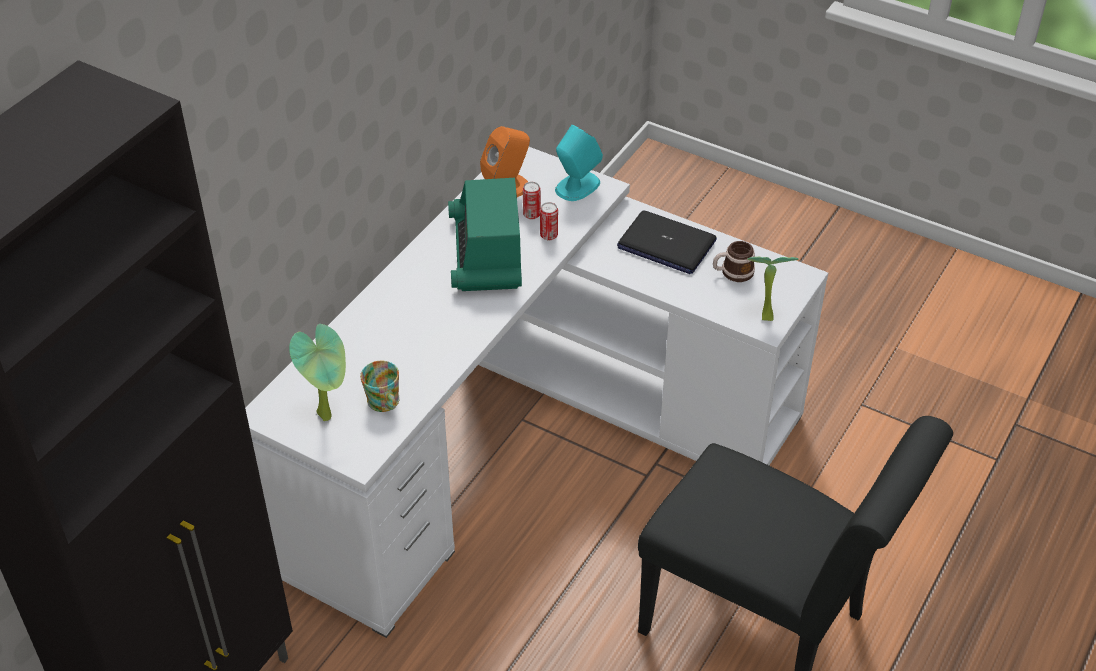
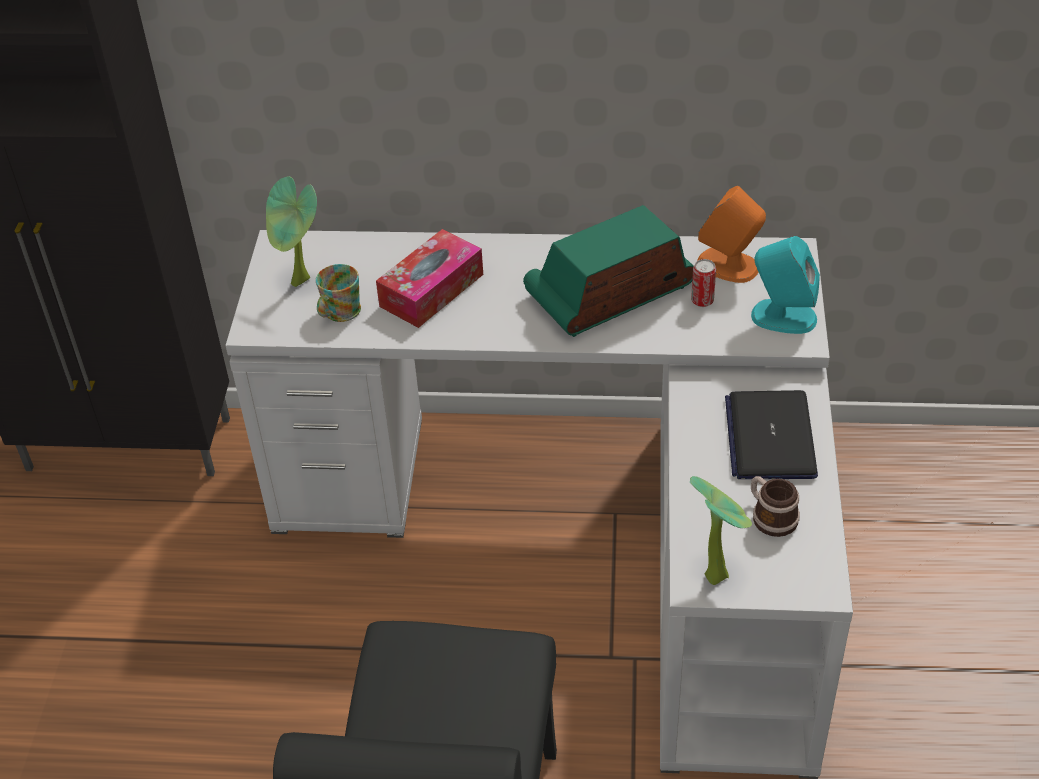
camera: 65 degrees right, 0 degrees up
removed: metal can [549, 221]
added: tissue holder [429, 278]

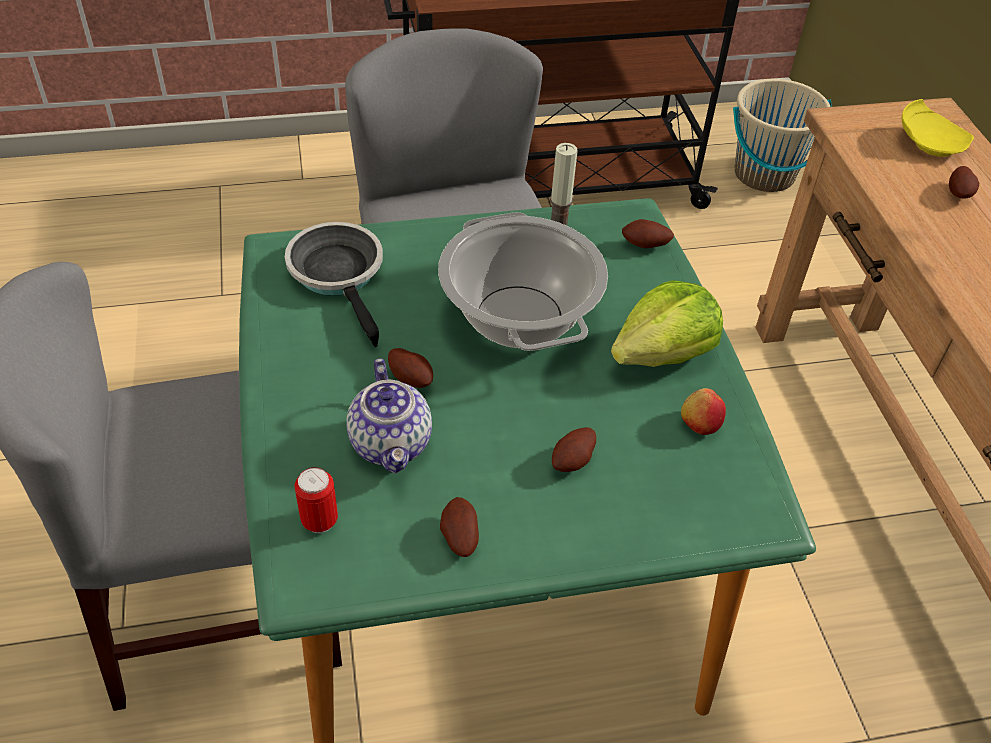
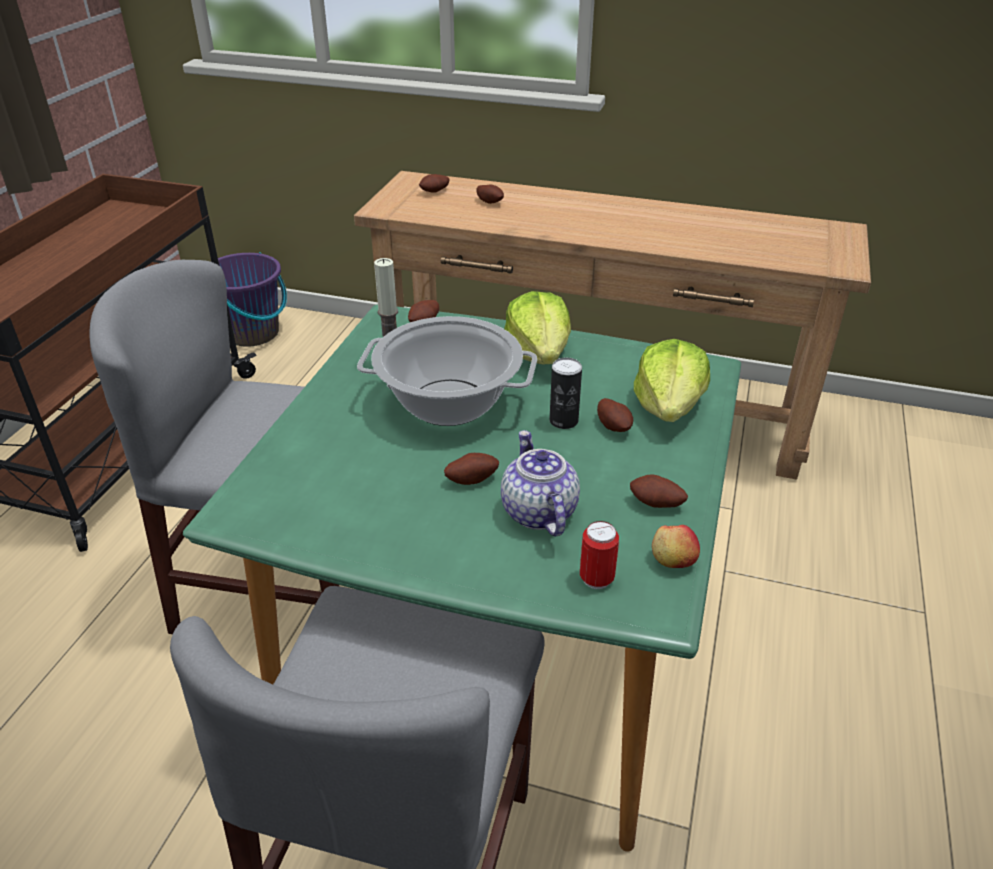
camera: 60 degrees left, 10 degrees down
removed: pan [334, 284]
added: metal can [566, 393]; lettuce head [672, 380]
moved: apple [703, 411] to [676, 546]
replaced: yellow-coloured plate [938, 128] to spud [434, 183]
recoloured: sand-coloured pail [782, 135] to purplish pail [249, 299]
turned: tea pot [389, 415] = [540, 483] 120 degrees counterclockwise

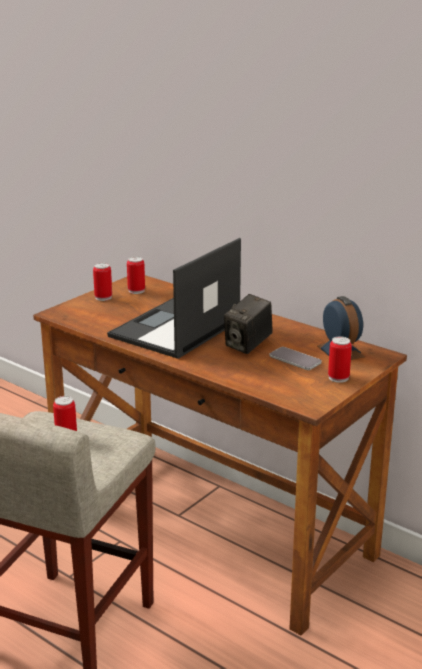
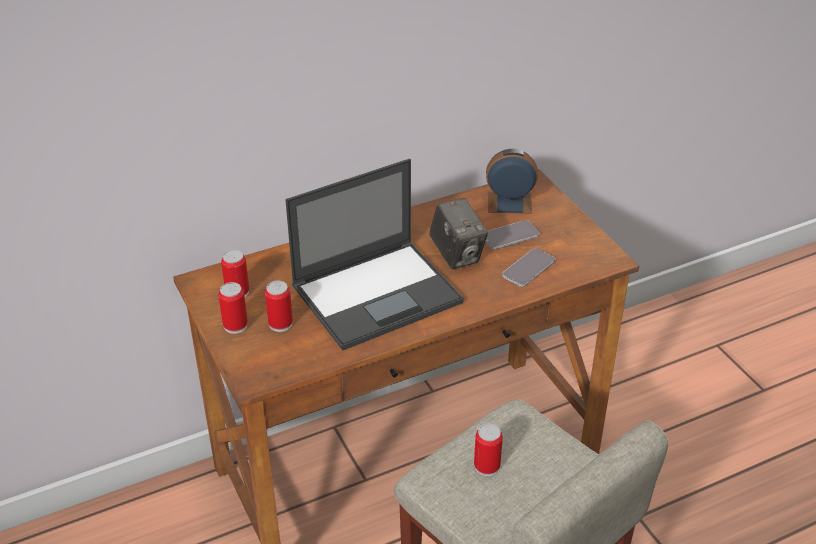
camera: 65 degrees left, 15 degrees up
added: handset [528, 267]
moved: metal can [340, 359] to [279, 306]
turned: portable computer [174, 298] = [374, 254] 90 degrees counterclockwise

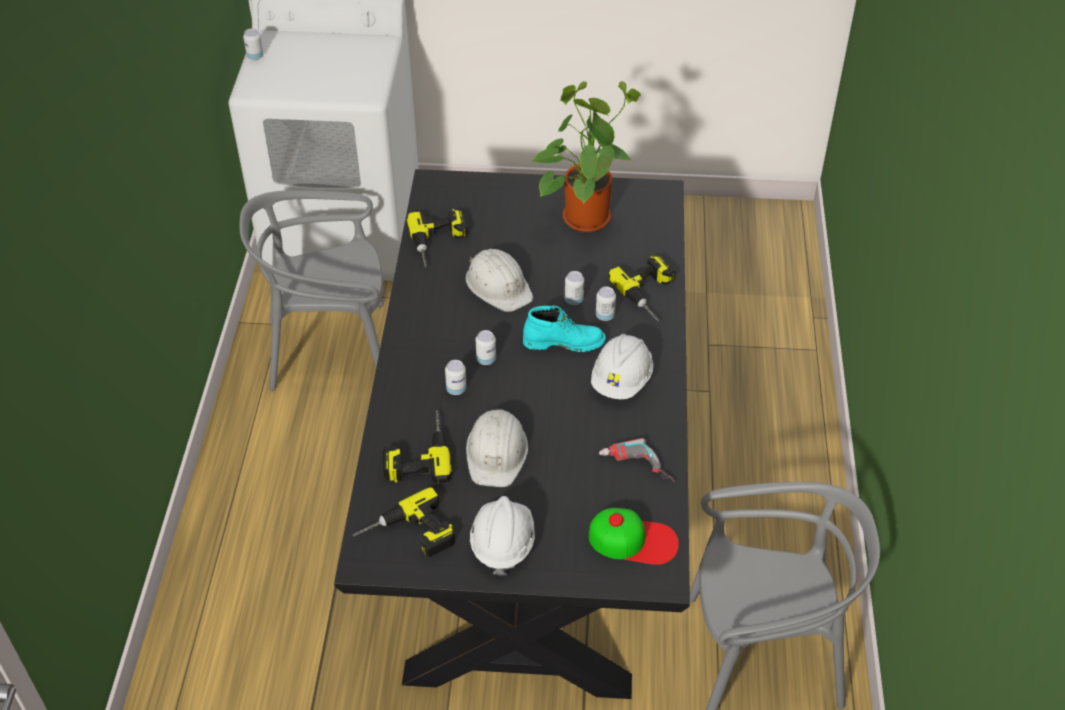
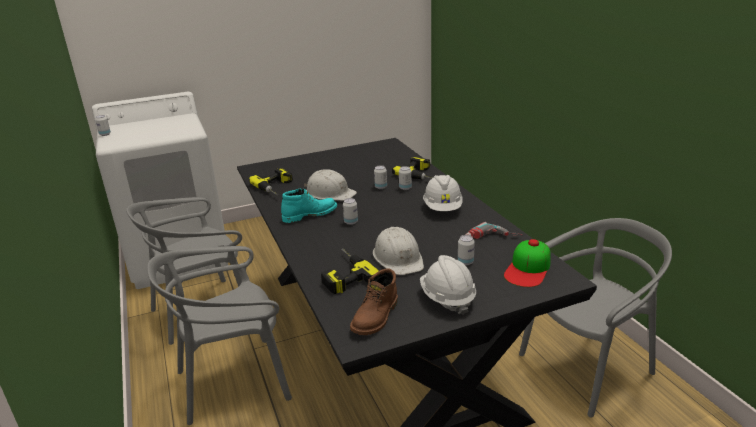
camera: 25 degrees left, 20 degrees down
removed: houseplant [586, 157]
added: gray upright chair [219, 335]
moved: metal can [456, 377] to [466, 250]; blue-green high-top boot [564, 328] to [309, 206]
replaced: power drill [404, 522] to brown high-top boot [374, 301]
turned: peaked cap [634, 536] = [527, 263] 135 degrees clockwise

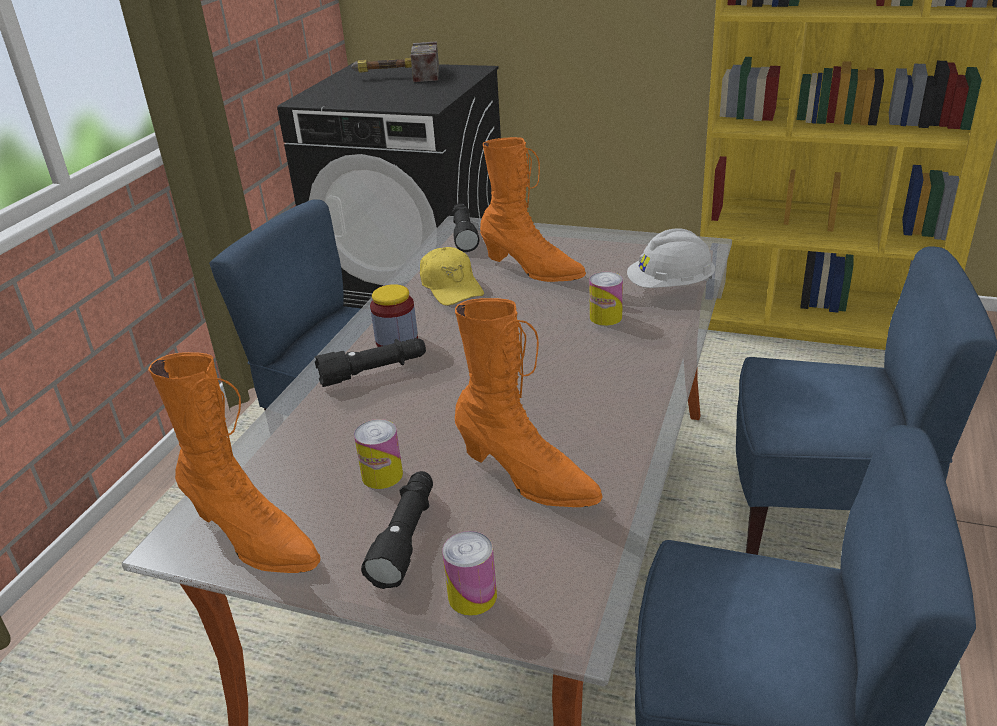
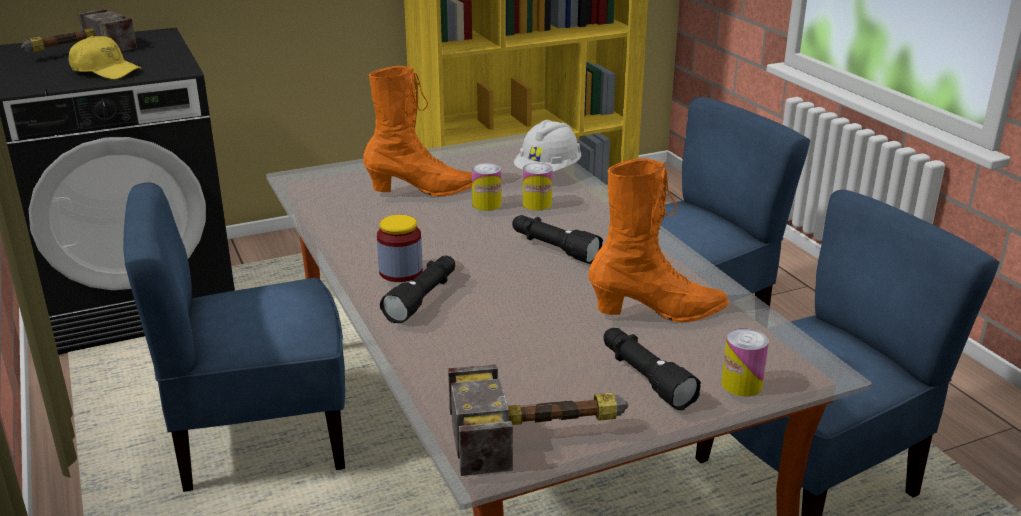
camera: 45 degrees left, 5 degrees down
moved: metal can [378, 454] to [486, 187]; yellow-coloured peaked cap [452, 276] to [105, 58]; black flashlight [465, 227] to [557, 239]
replaced: orangey high-top boot [234, 462] to tool hammer [538, 420]

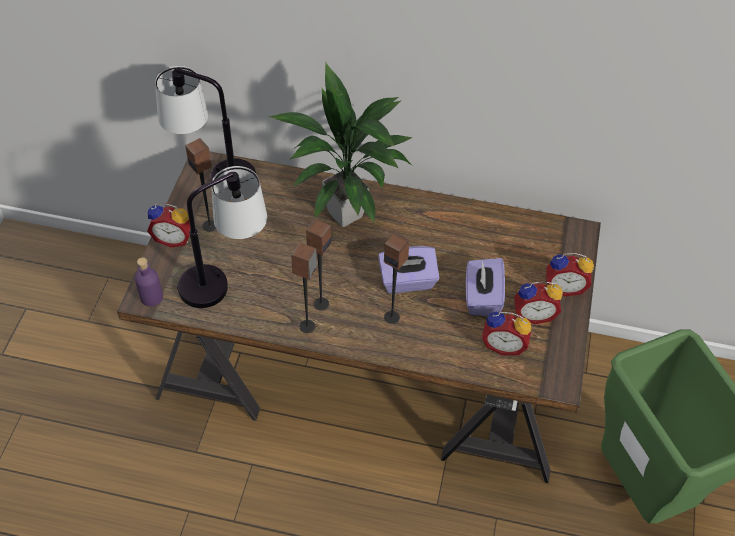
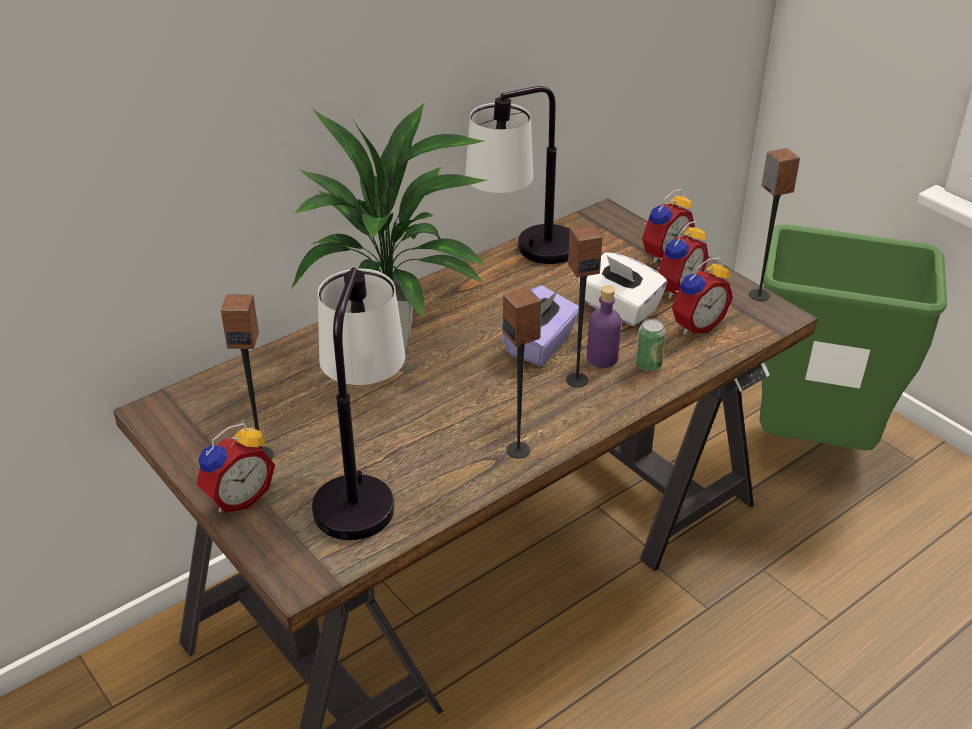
camera: 50 degrees left, 15 degrees down
added: metal can [651, 344]
moved: purplish drink bottle [149, 282] to [604, 326]; tabletop lamp [205, 123] to [517, 175]; audio speaker [318, 264] to [774, 224]
recoloured: purplish tissue holder [485, 287] to white tissue holder [623, 289]

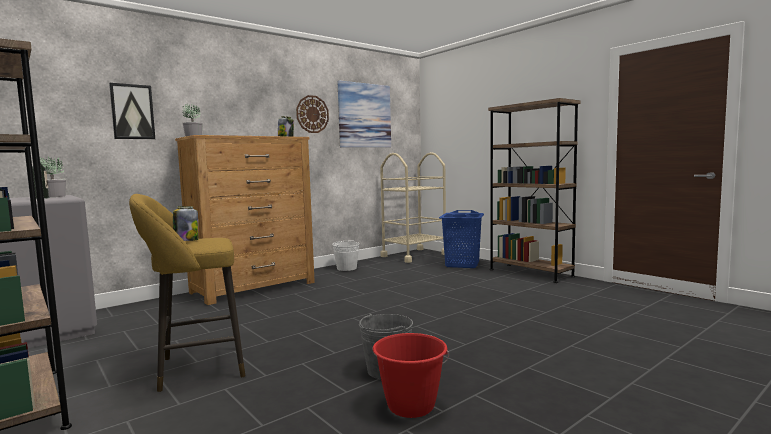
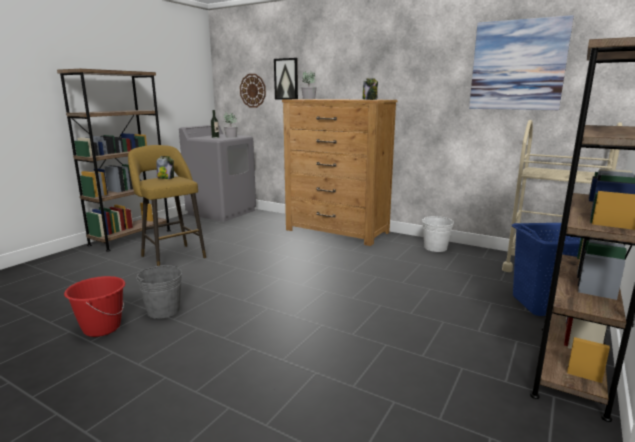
camera: 70 degrees right, 10 degrees up
moved: hanging clock [312, 114] to [253, 91]

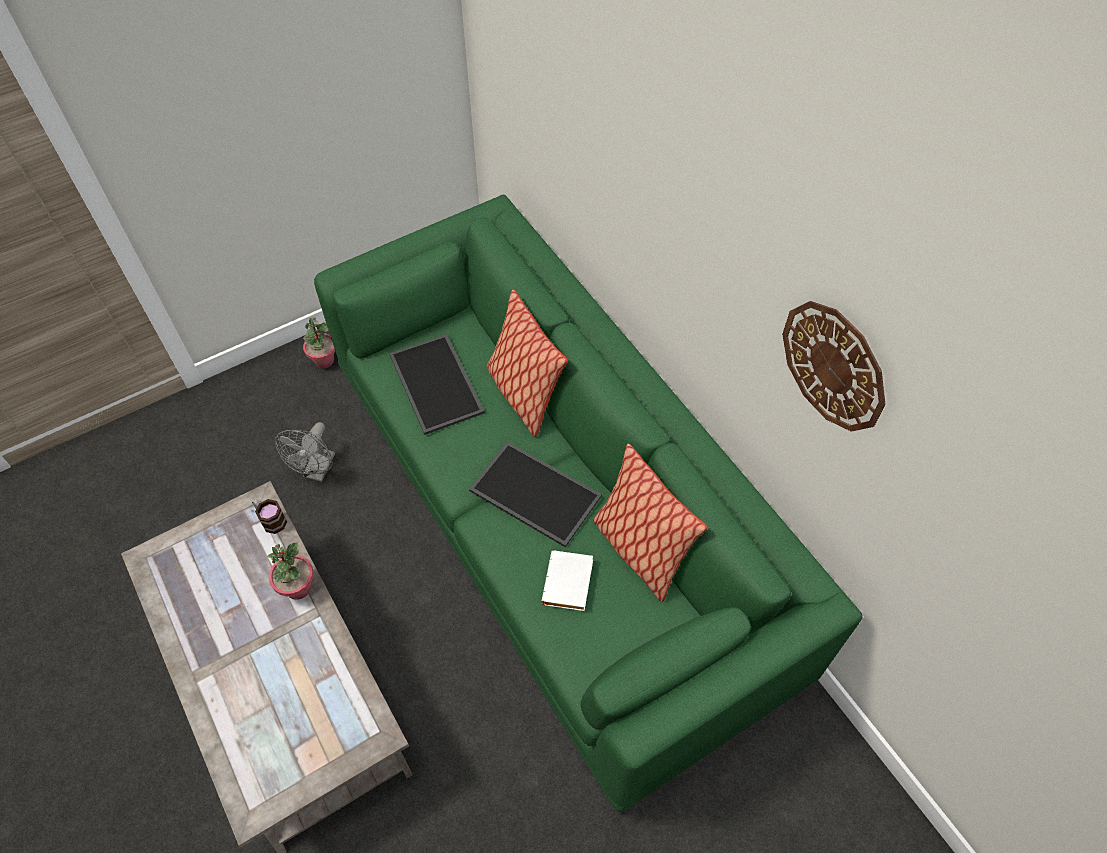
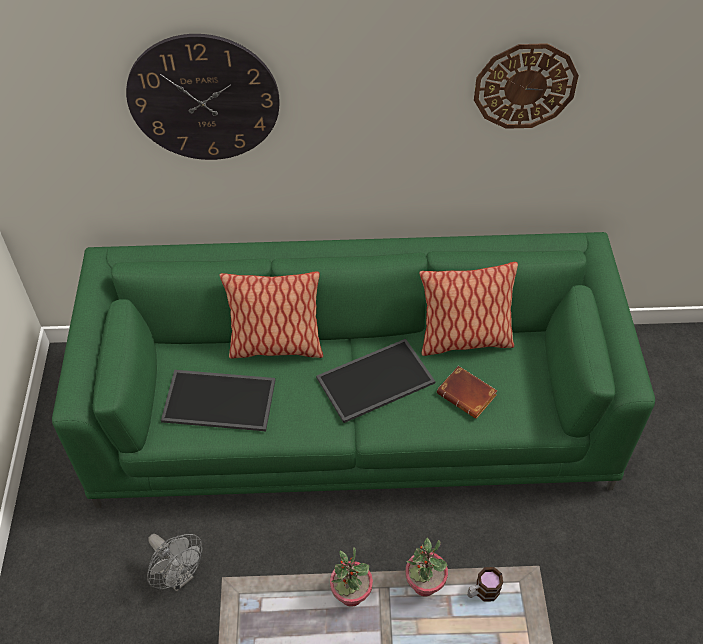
camera: 60 degrees left, 5 degrees down
added: hanging clock [203, 97]
moved: coffee mug [269, 516] to [485, 584]; houseplant [319, 342] to [426, 567]
recoloured: white book [567, 581] to brown book [467, 392]

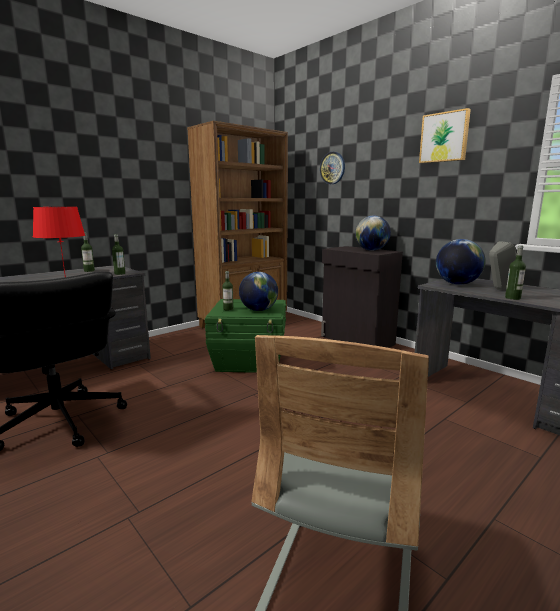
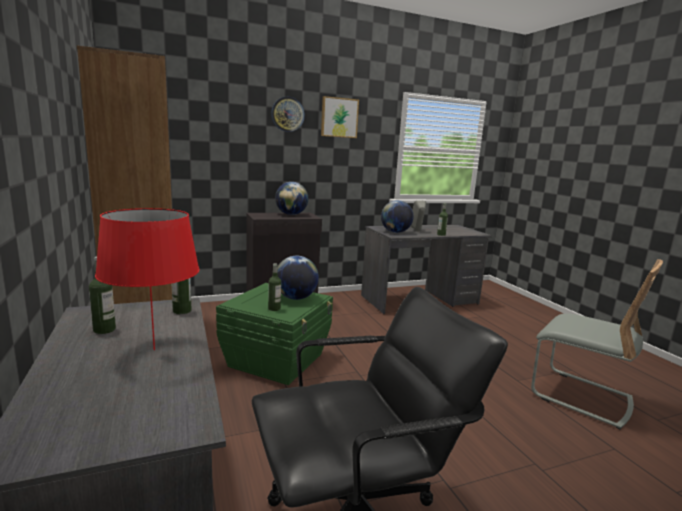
camera: 70 degrees left, 0 degrees up
moved: hanging clock [332, 168] to [288, 114]

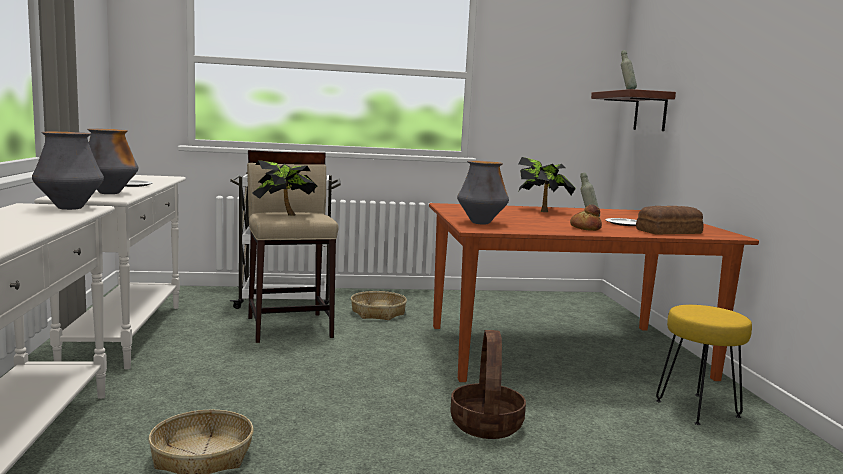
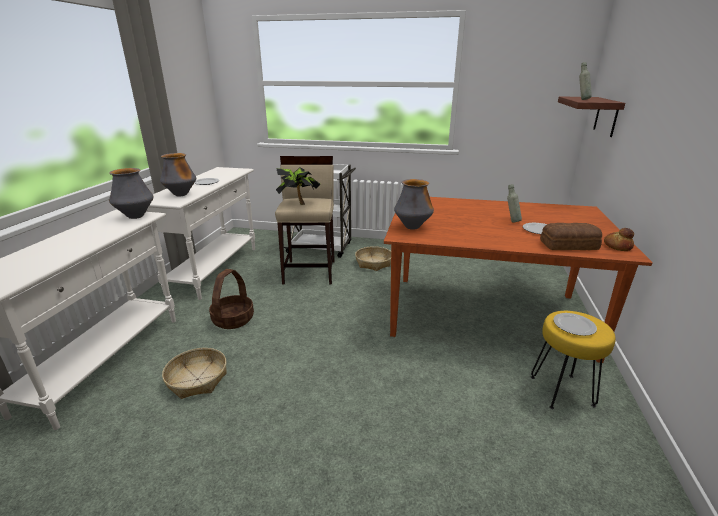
camera: 20 degrees right, 15 degrees up
removed: houseplant [547, 184]
added: plate [575, 324]
moved: household basket [488, 384] to [231, 299]; baked bread [586, 217] to [619, 239]

